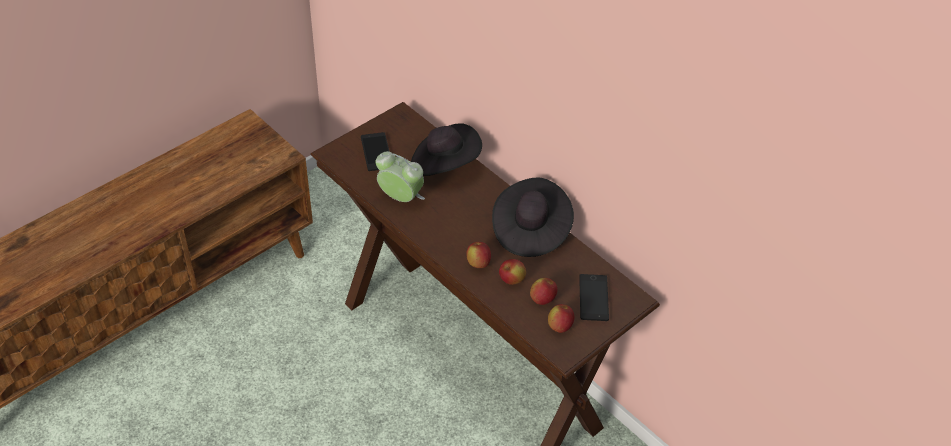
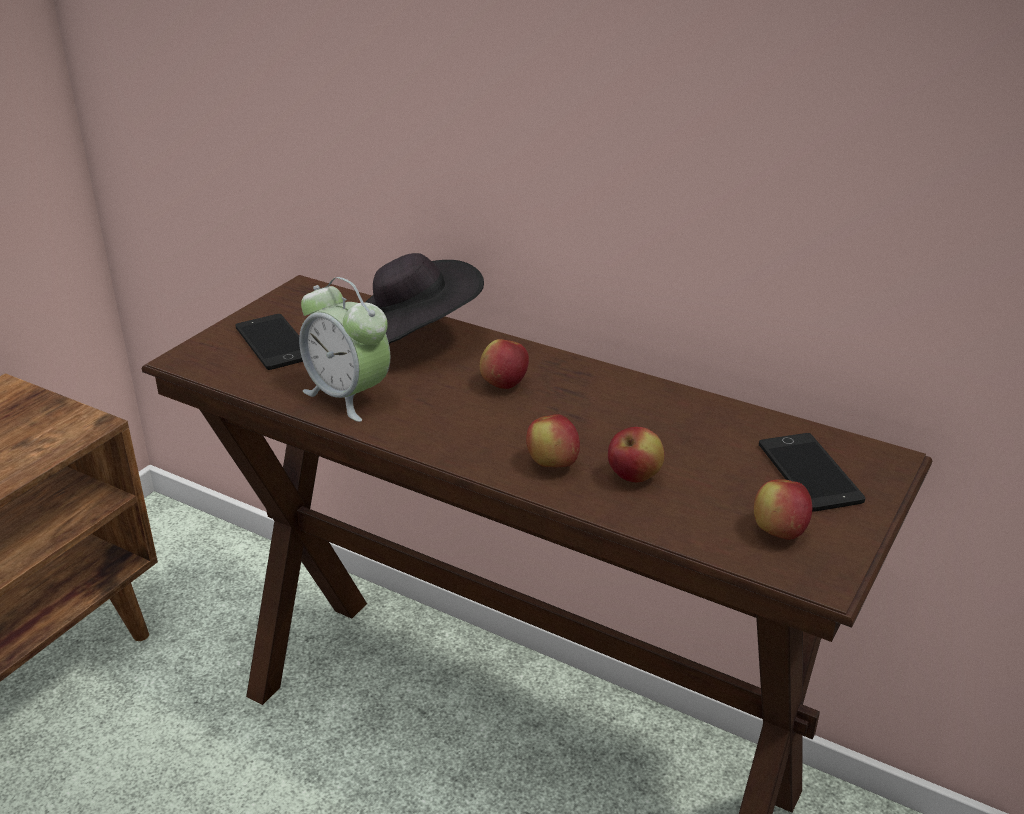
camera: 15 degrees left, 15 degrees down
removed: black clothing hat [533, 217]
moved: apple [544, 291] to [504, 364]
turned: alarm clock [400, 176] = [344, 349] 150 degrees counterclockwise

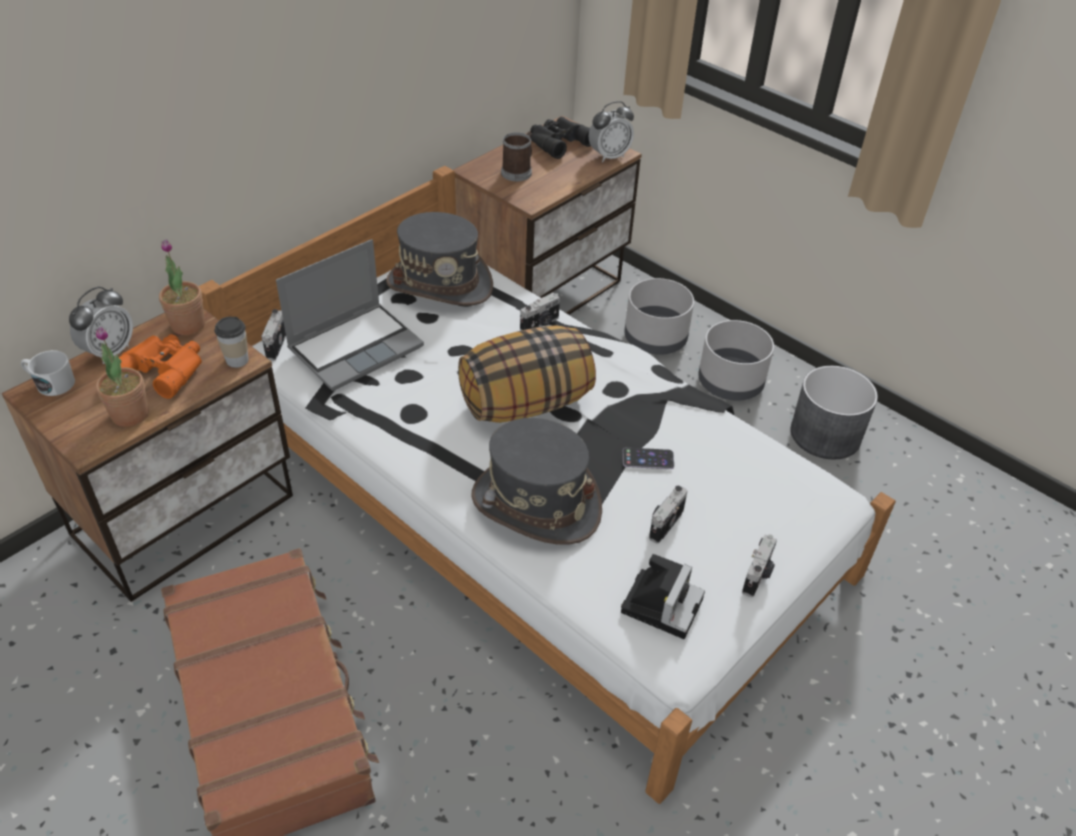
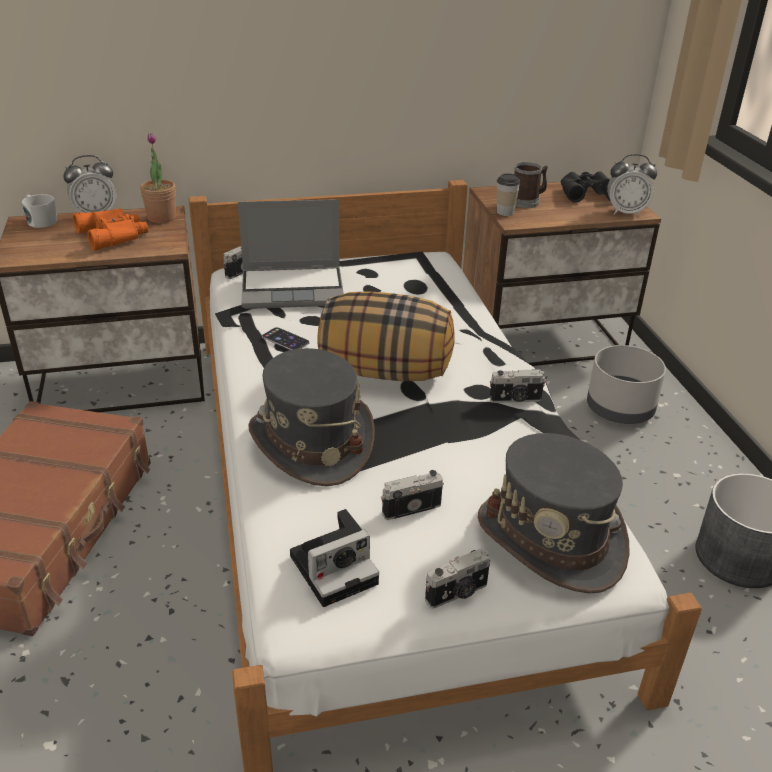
camera: 35 degrees right, 10 degrees down
removed: houseplant [122, 376]; gray flower pot [736, 360]
moved: drinking cup [232, 342] to [508, 194]; gray clothing hat [439, 259] to [554, 513]; still camera [540, 312] to [518, 386]; handset [648, 458] to [286, 338]

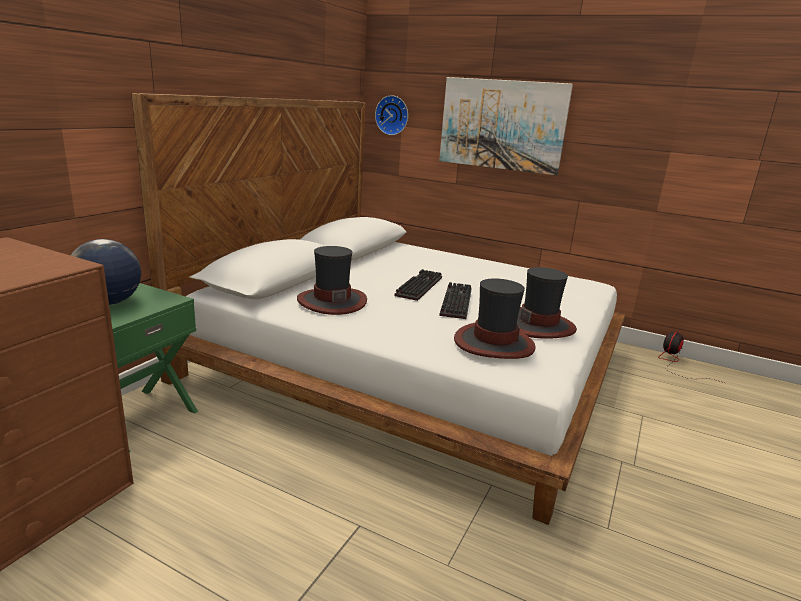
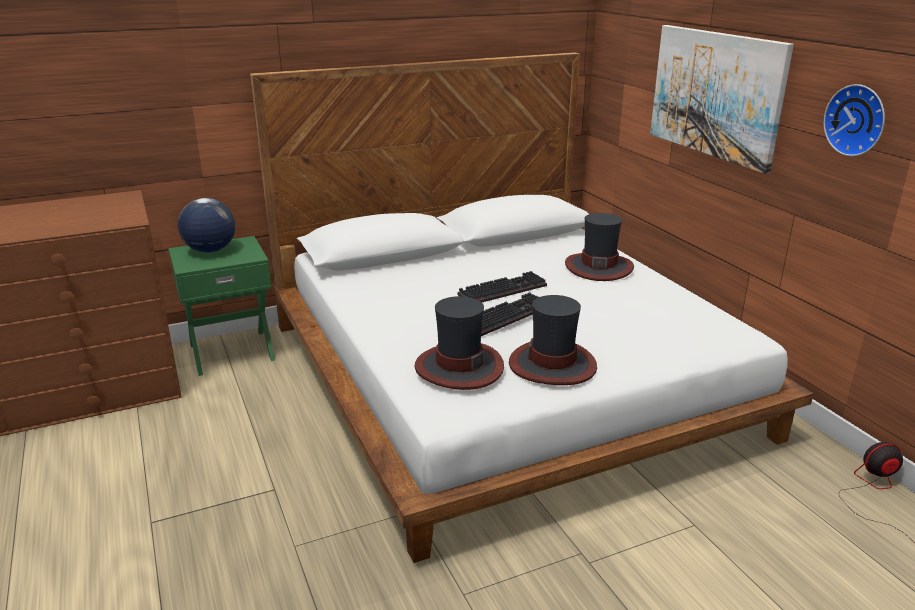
camera: 40 degrees right, 5 degrees up
moved: clothing hat [332, 280] to [599, 247]; hanging clock [391, 115] to [854, 120]

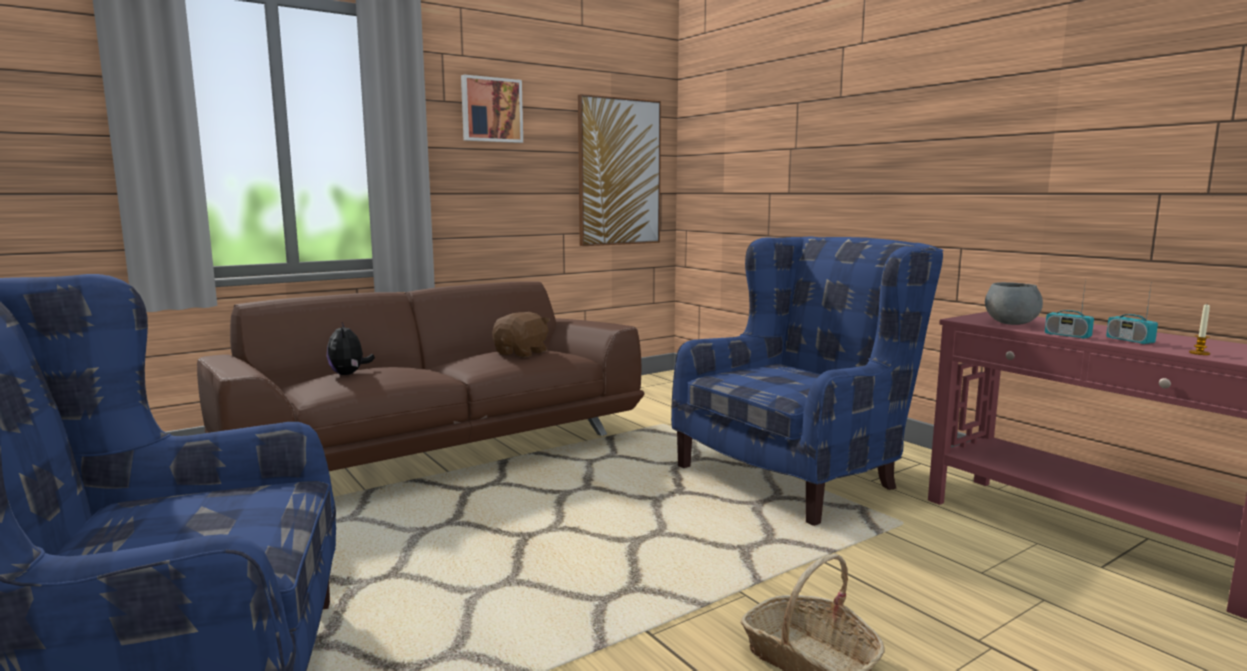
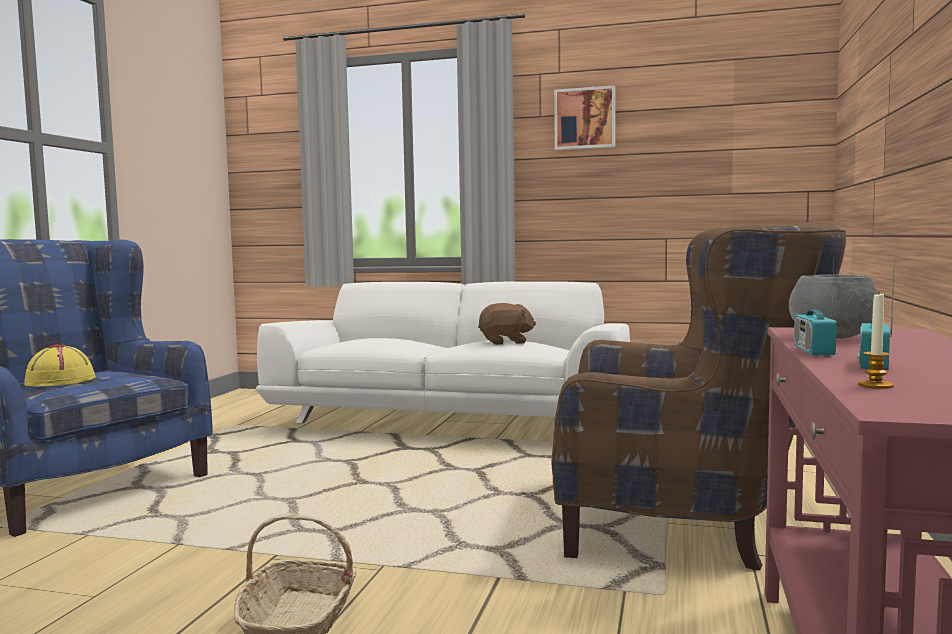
camera: 50 degrees right, 5 degrees down
removed: soft toy [351, 348]; wall picture [619, 170]
added: yellow-coloured clothing hat [60, 365]
recoloured: brown settee [421, 376] to white settee [442, 352]; blue easy chair [807, 381] to brown easy chair [698, 396]

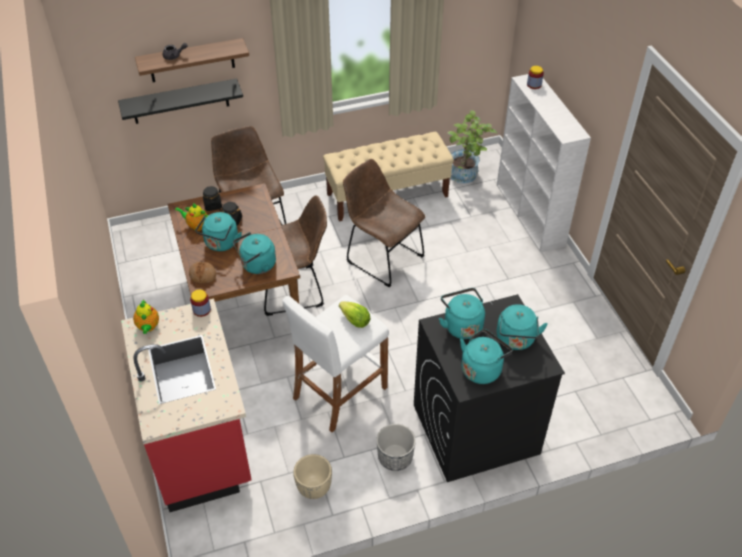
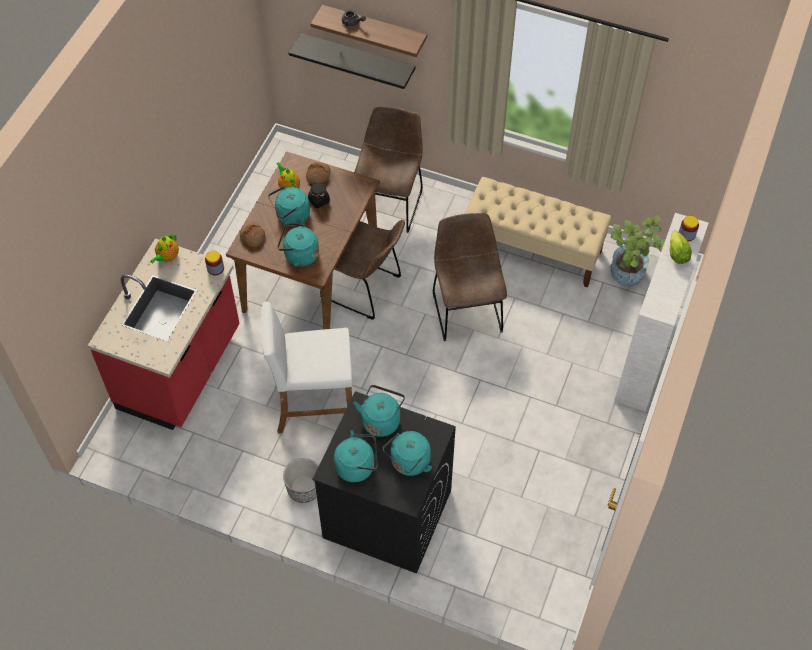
camera: 40 degrees right, 10 degrees up
removed: sand-coloured flower pot [312, 476]
moved: lettuce head [355, 315] to [681, 247]
replaced: black jar [212, 198] to baked bread [318, 173]

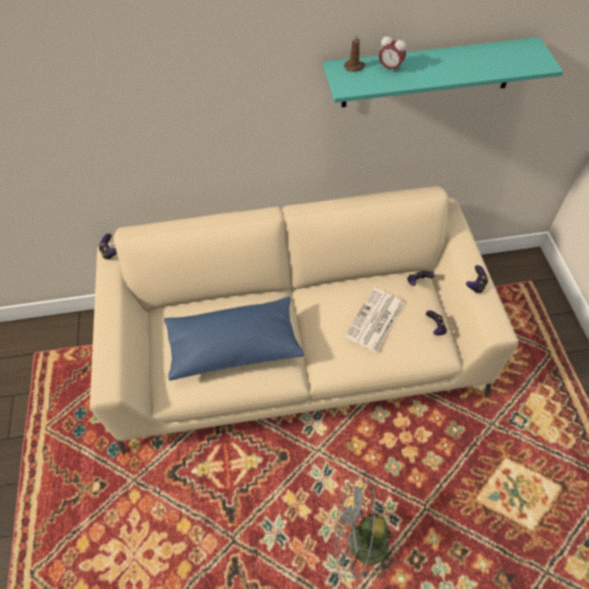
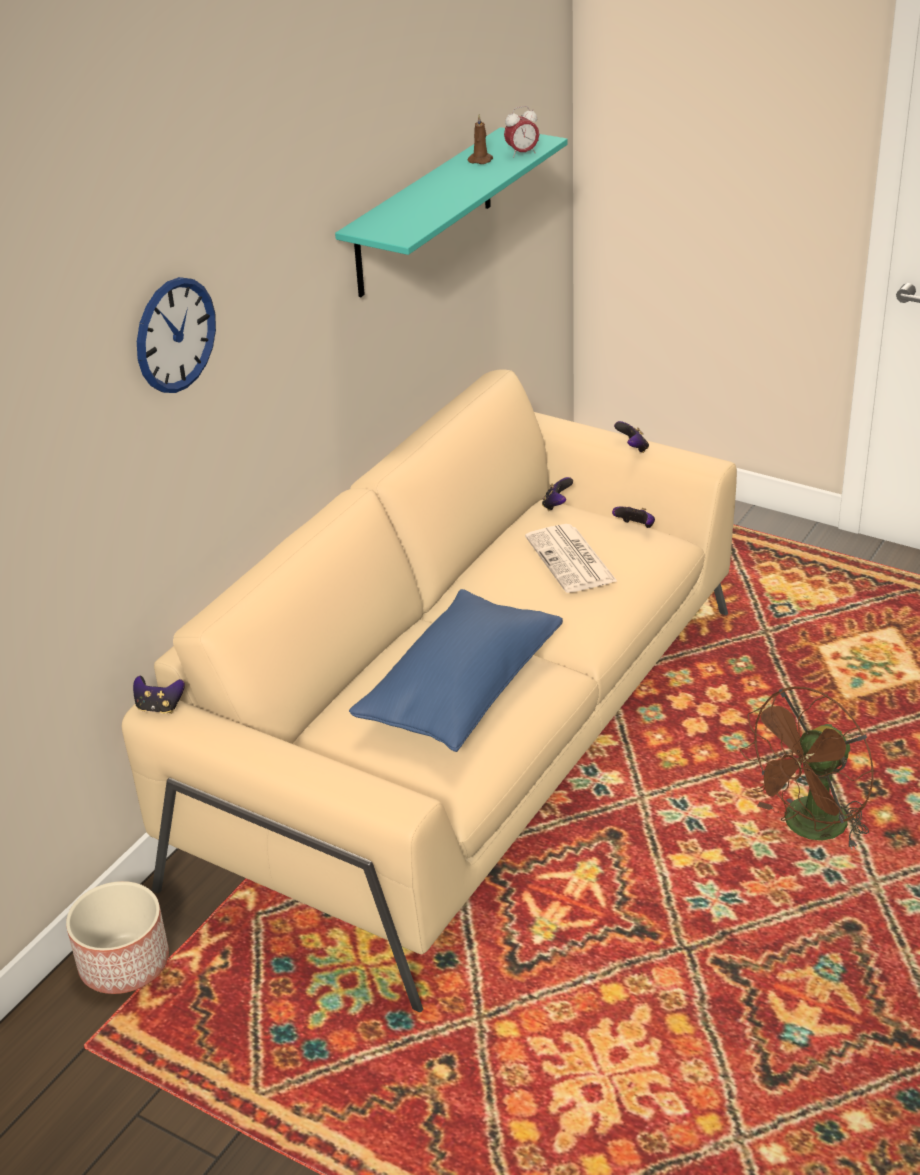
camera: 50 degrees left, 20 degrees down
added: flower pot [117, 937]; hanging clock [176, 335]
moved: brown candle [355, 53] to [480, 139]; alarm clock [392, 53] to [521, 132]
recoloured: gray cooling fan [367, 529] to brown cooling fan [807, 768]

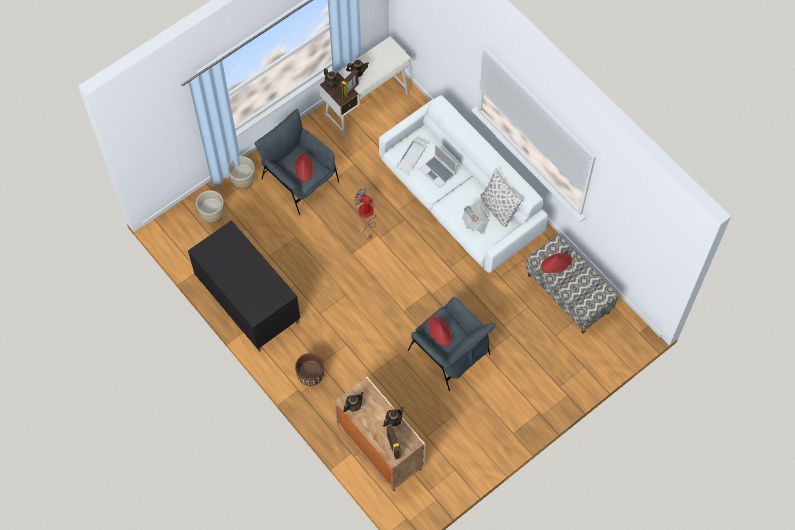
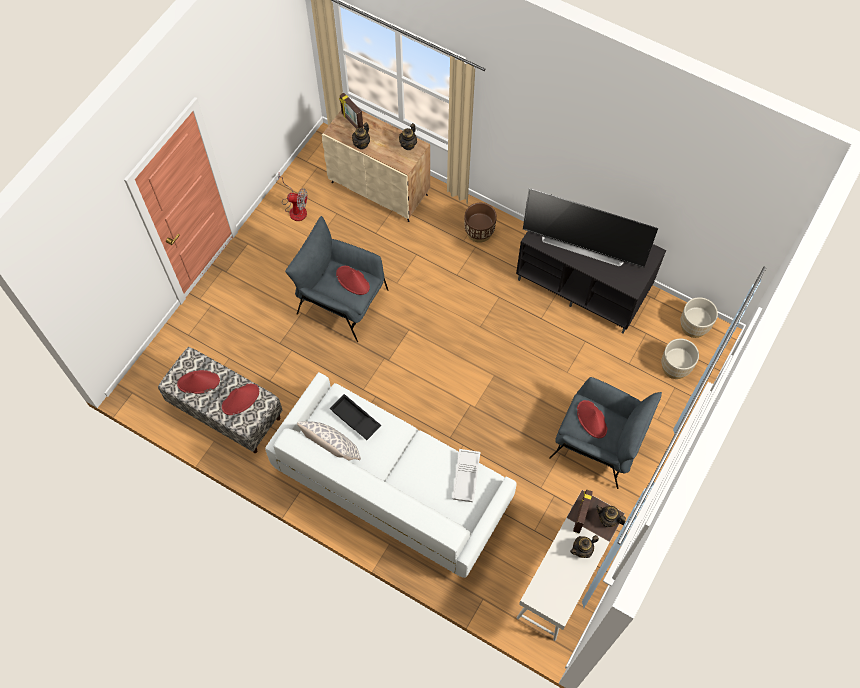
camera: 160 degrees right, 0 degrees up
removed: portable computer [438, 166]
added: red clothing hat [198, 382]; TV set [590, 228]
moved: sand-coloured flower pot [241, 173] to [699, 317]; cooling fan [365, 214] to [293, 197]
replaced: newspaper [475, 219] to black carrying tray [355, 417]

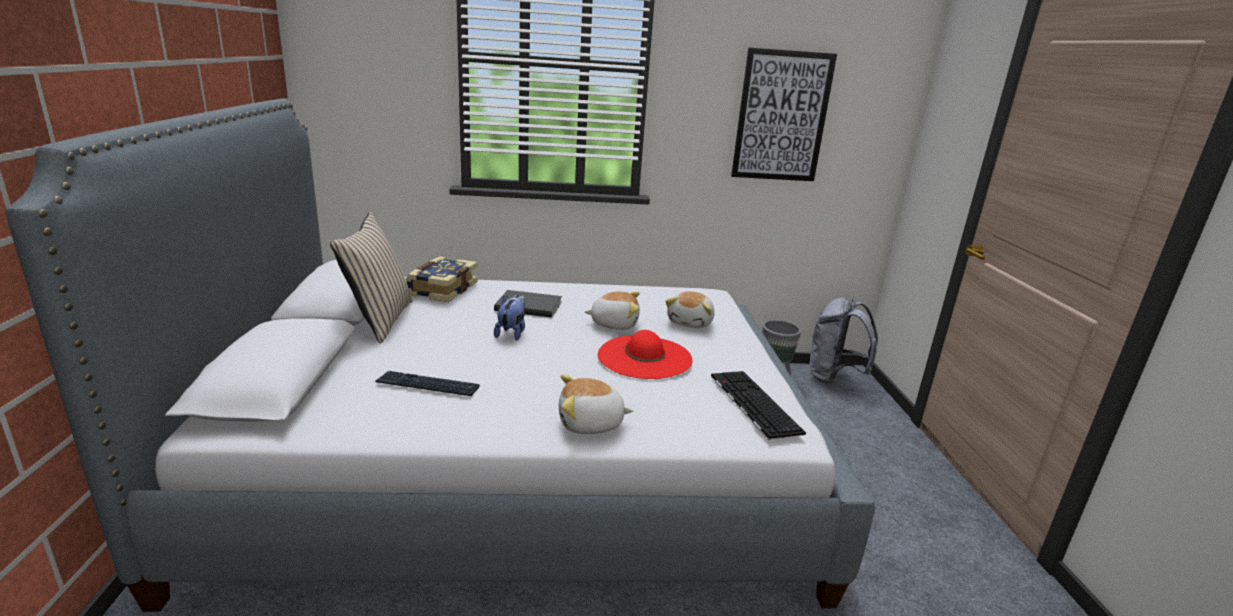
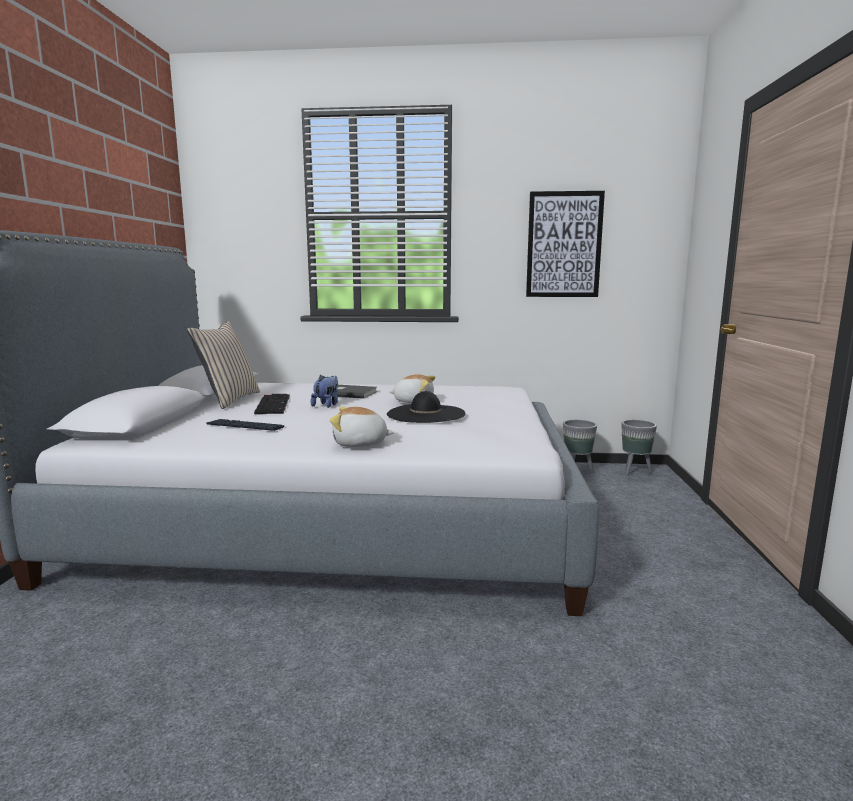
camera: 10 degrees right, 10 degrees down
removed: book [442, 279]; soft toy [690, 309]
moved: keyboard [758, 405] to [272, 404]
replaced: gray backpack [844, 340] to gray flower pot [639, 447]
recoloured: red clothing hat [645, 354] to black clothing hat [426, 407]

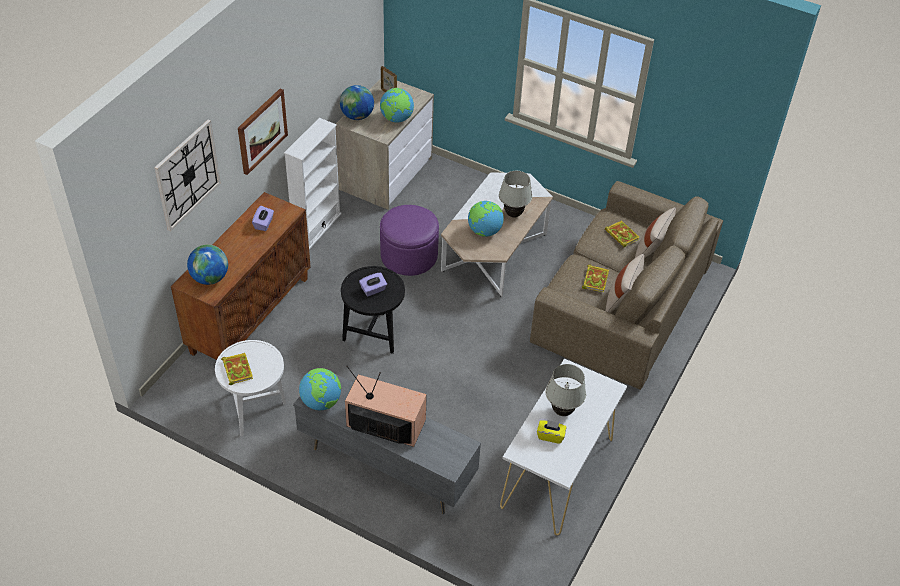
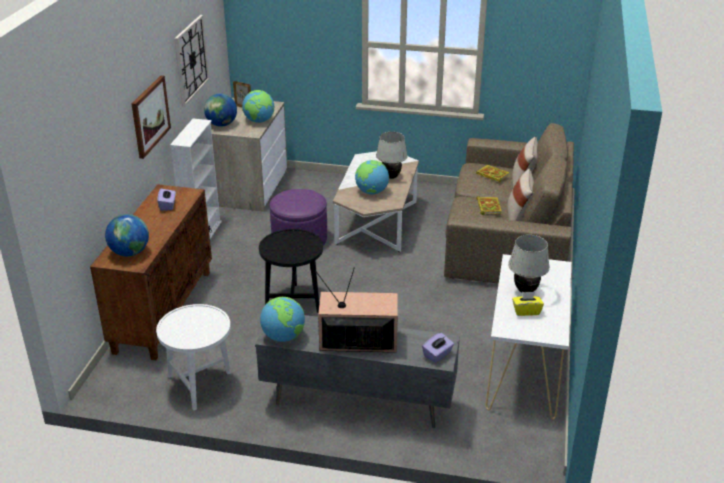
camera: 15 degrees left, 15 degrees down
removed: book [237, 369]
moved: hanging clock [187, 176] to [191, 61]; purplish tissue holder [373, 284] to [438, 348]

